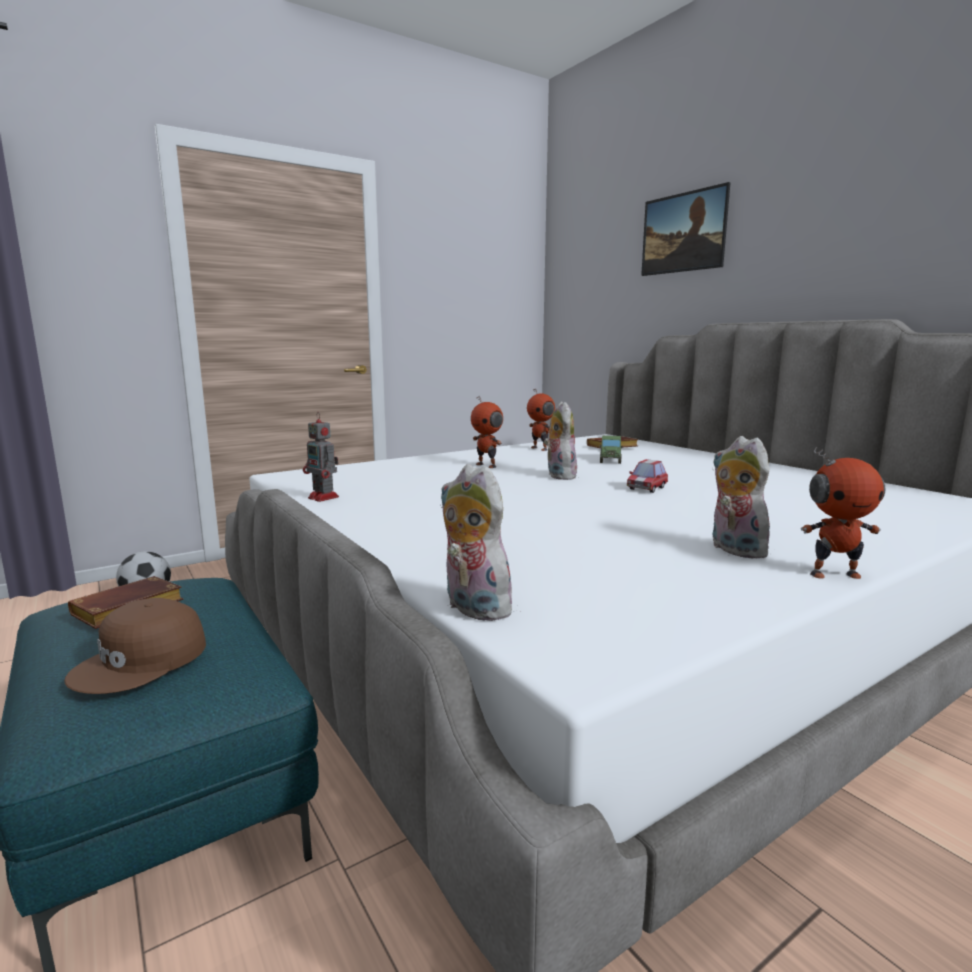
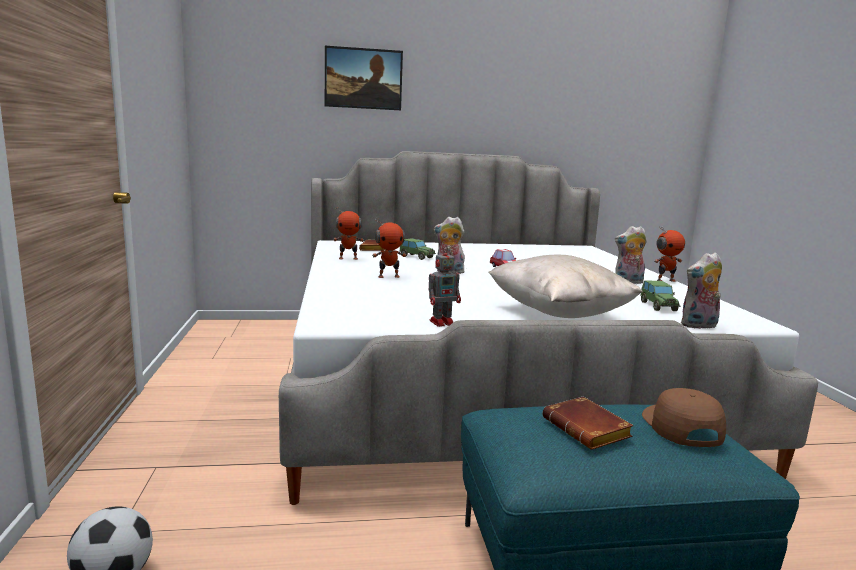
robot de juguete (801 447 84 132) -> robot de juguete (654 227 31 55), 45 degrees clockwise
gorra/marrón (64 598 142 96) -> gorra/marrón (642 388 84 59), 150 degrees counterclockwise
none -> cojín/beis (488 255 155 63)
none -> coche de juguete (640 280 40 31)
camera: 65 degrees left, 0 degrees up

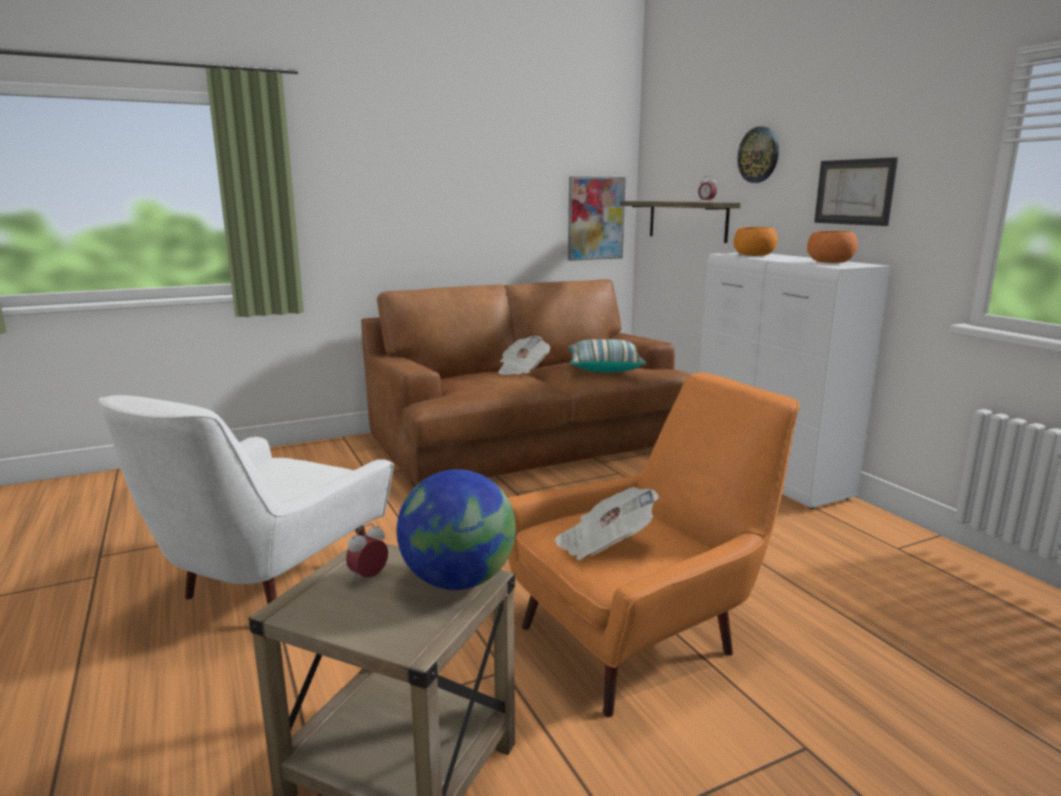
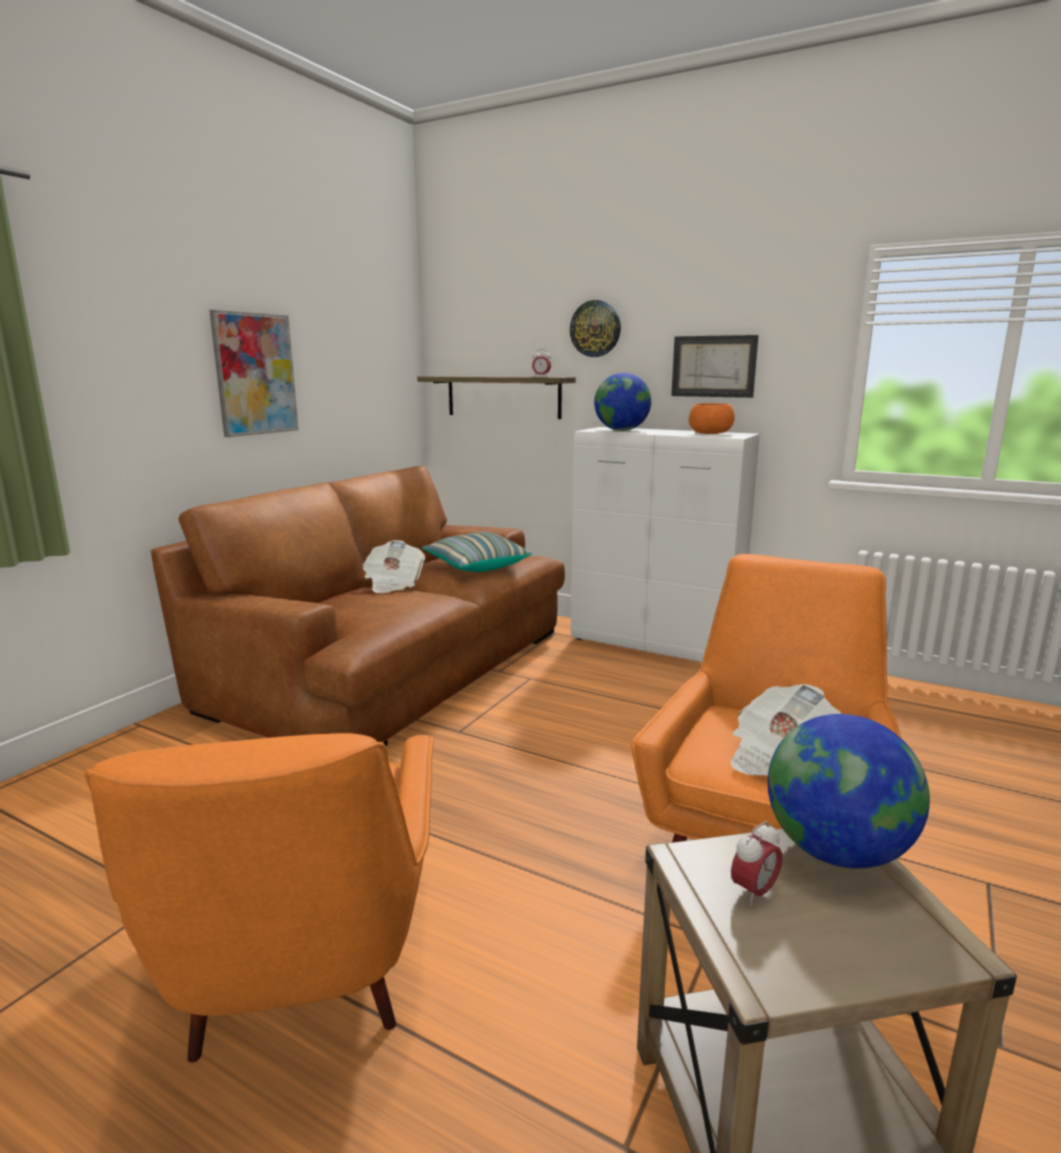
cuadro (568 176 58 85) -> cuadro (209 310 89 127), move
cuenco/naranja (733 227 45 29) -> globo terráqueo (594 373 57 58)
sillón/blanco (98 395 296 209) -> sillón/naranja (84 733 350 329)
despertador (346 523 42 58) -> despertador (731 821 51 85), 135 degrees counterclockwise
camera: 35 degrees left, 0 degrees up

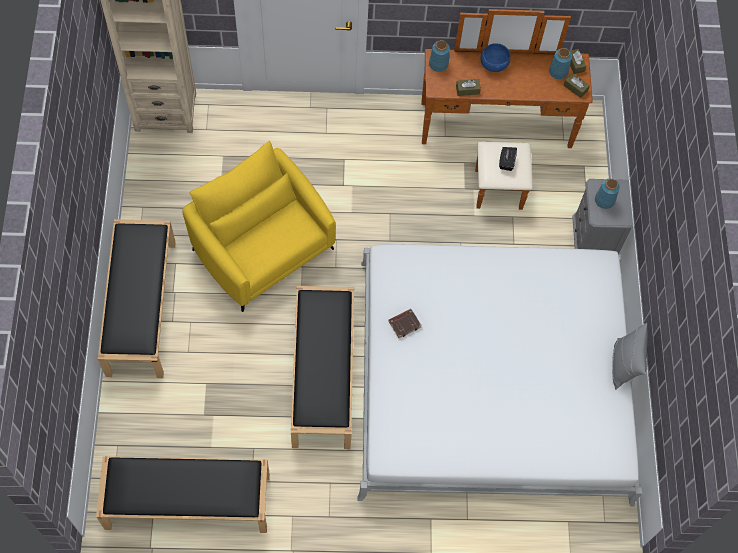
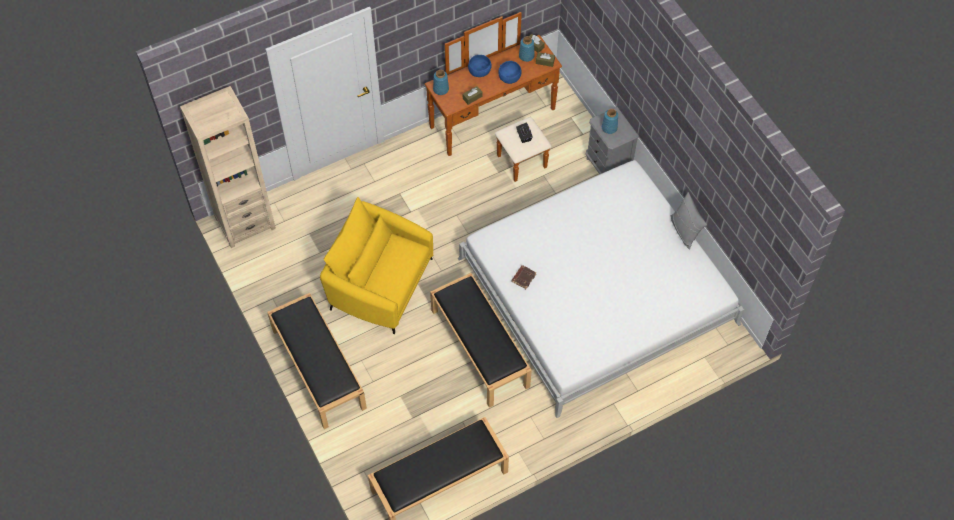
none -> cuenco/azul (498 61 24 23)
camera: 25 degrees left, 5 degrees down

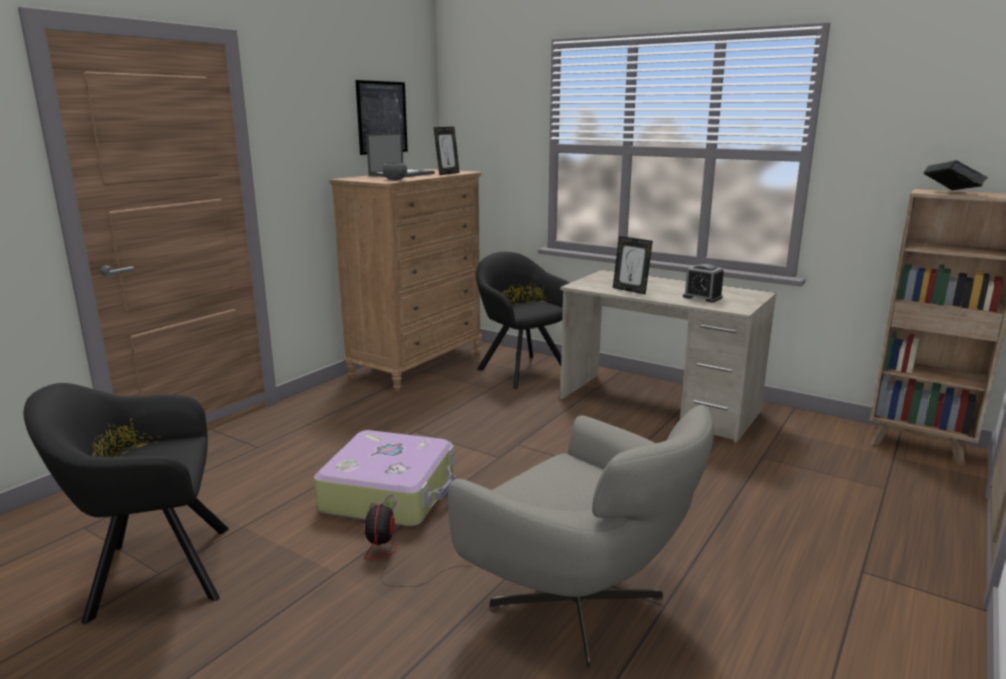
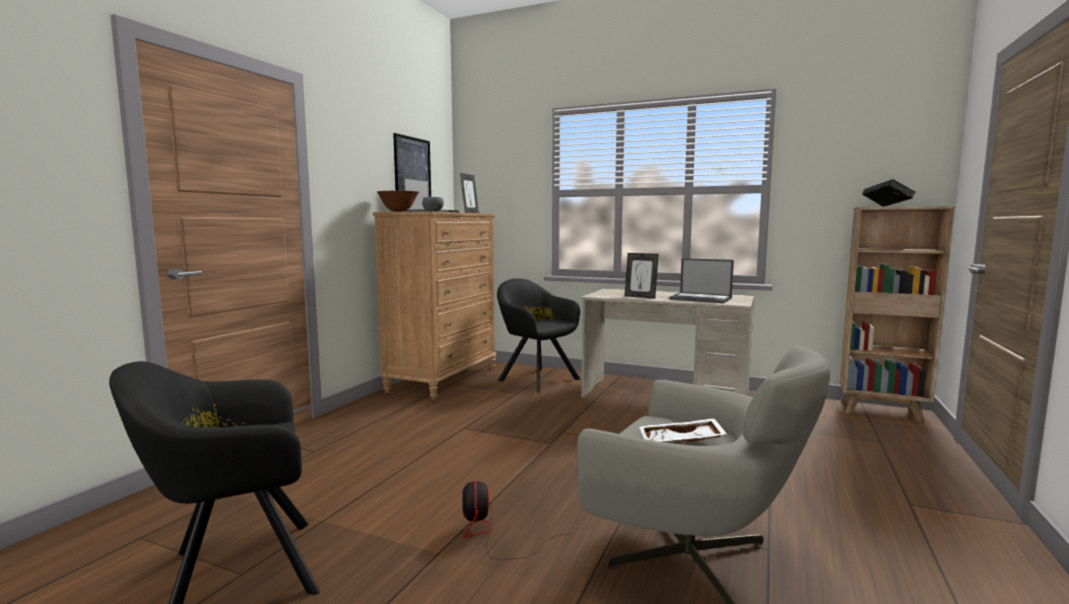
despertador (683 264 41 38) -> portátil (670 258 64 45)
maleta (314 430 141 97) -> none
none -> cuenco/marrón (377 191 42 21)
none -> bandeja/blanco (639 418 88 24)
camera: 10 degrees left, 10 degrees down

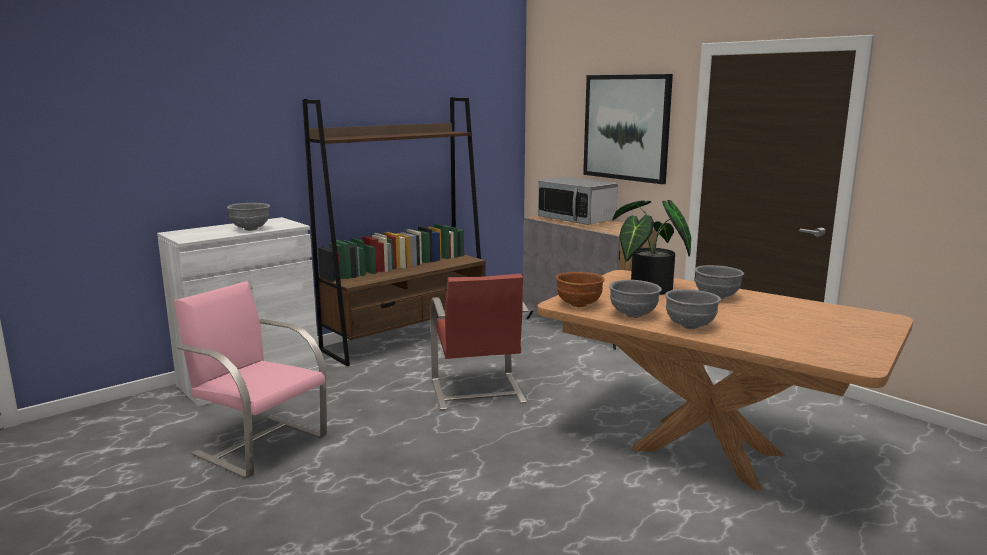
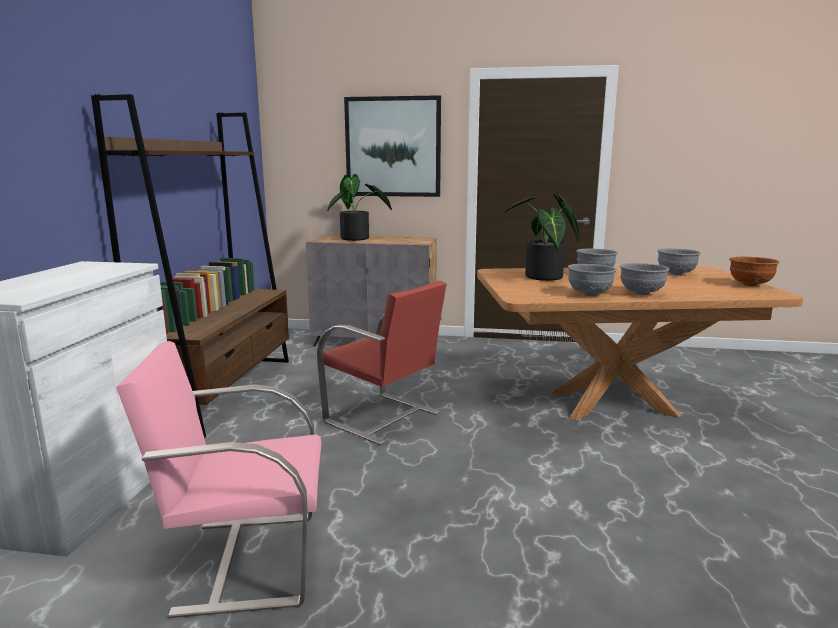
microondas (538 177 80 48) -> planta en maceta (328 174 64 67)
cuenco/gris (227 203 43 28) -> cuenco/gris (657 248 44 28), move
cuenco/marrón (555 272 50 35) -> cuenco/marrón (729 257 50 29), move
camera: 40 degrees left, 0 degrees up

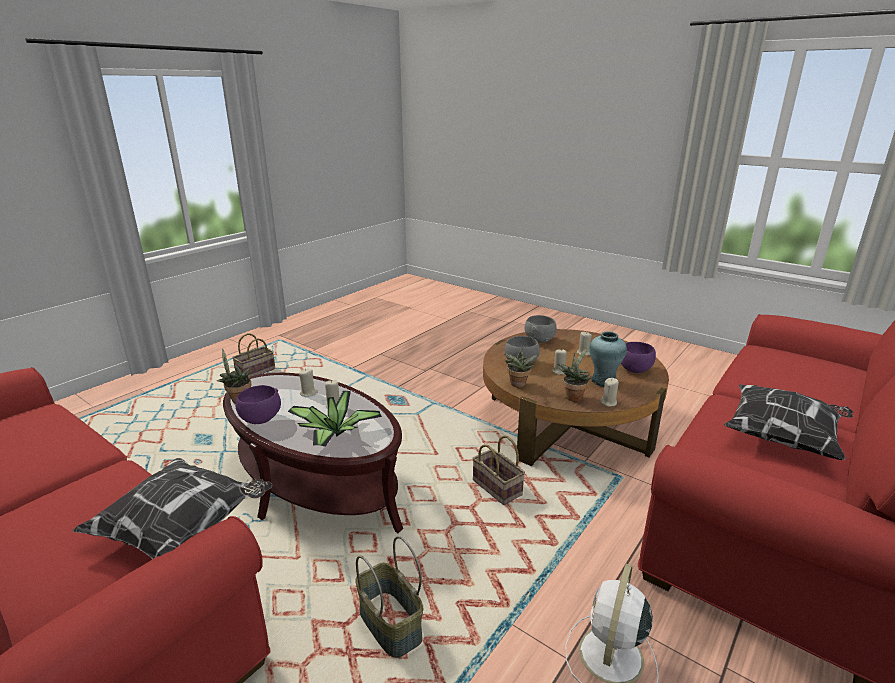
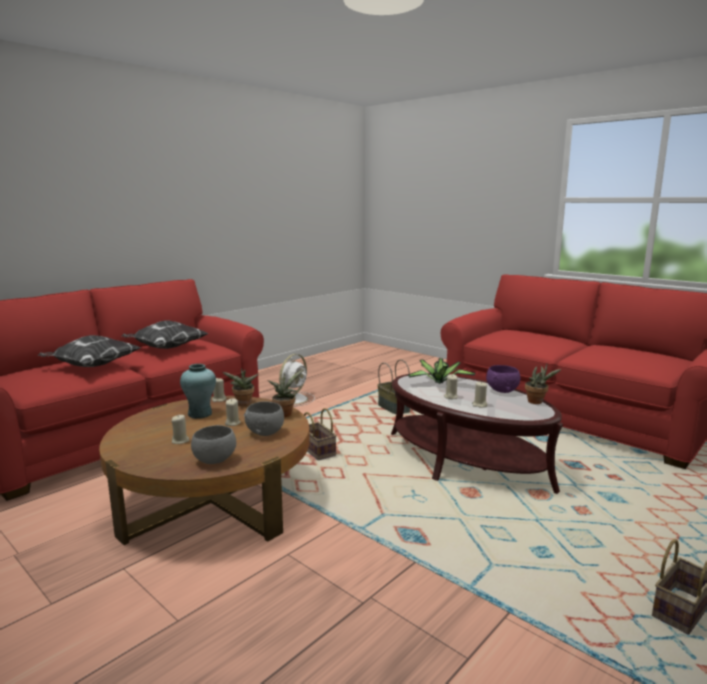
cuenco/morado (621 342 35 31) -> none
cojín (72 458 200 101) -> cojín (38 335 103 32), move
camera: 175 degrees left, 10 degrees down

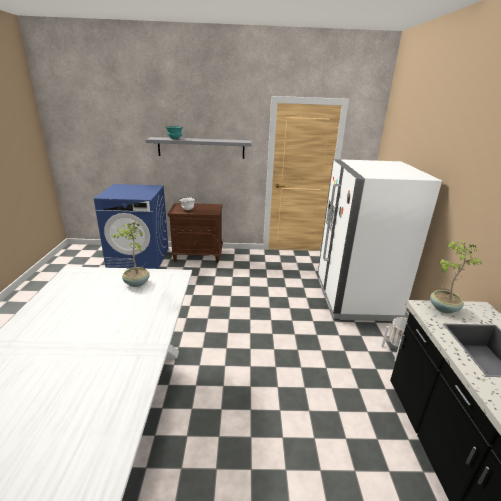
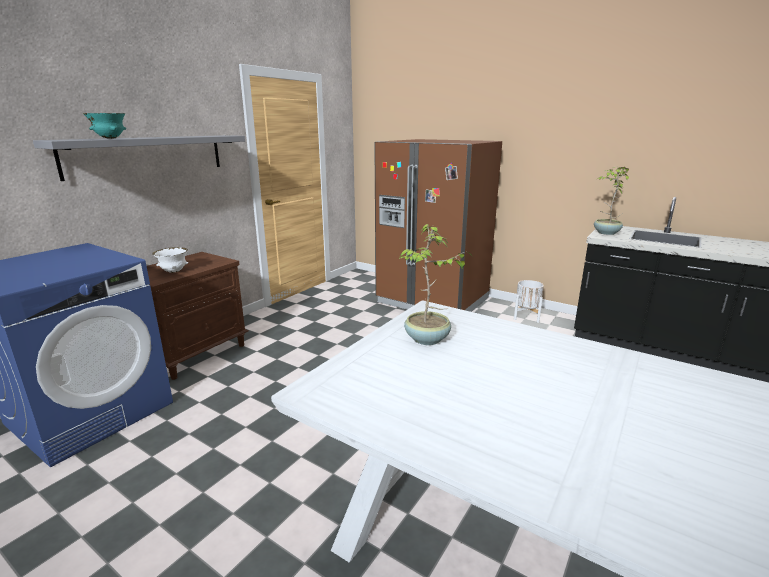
nevera/blanco (318 159 124 162) -> nevera/marrón (374 139 128 173)
camera: 55 degrees left, 5 degrees down

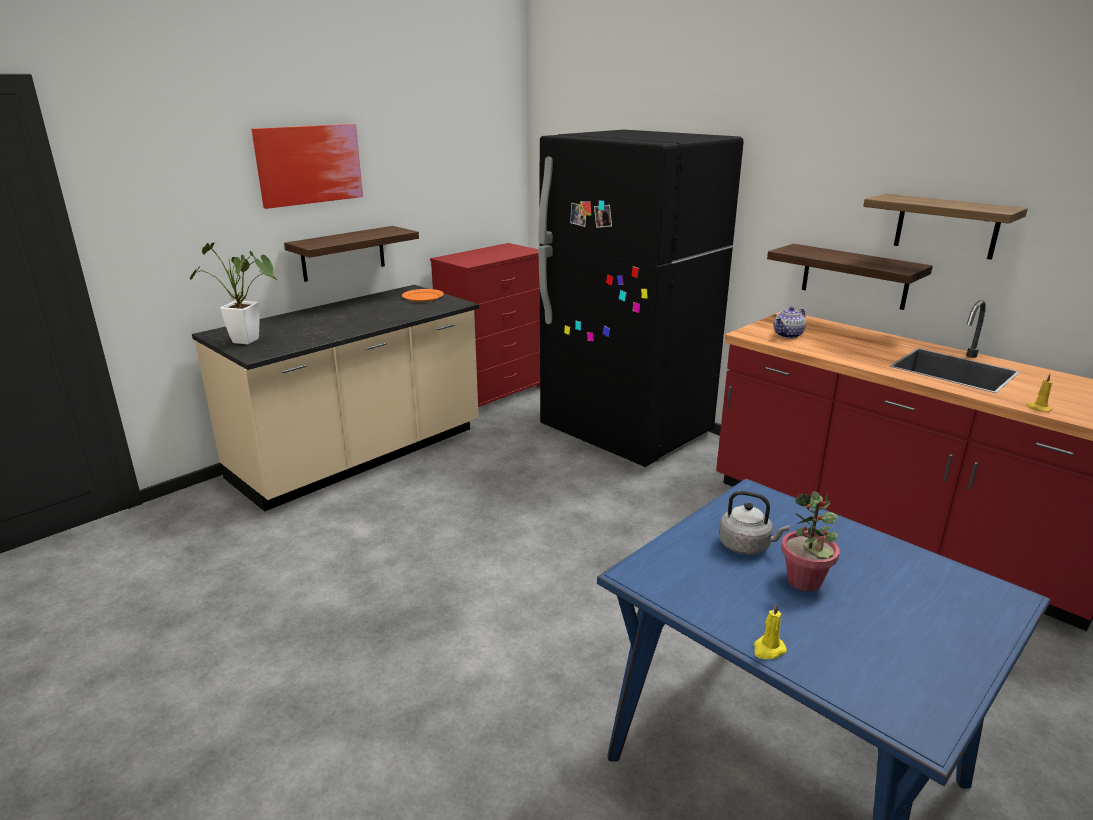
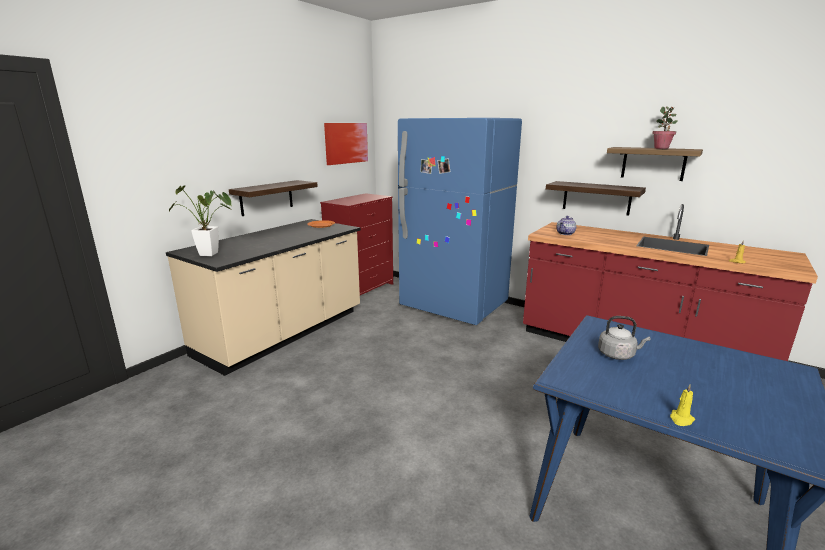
cuadro (252 124 111 85) -> cuadro (324 123 44 42), move
nevera/negro (538 130 206 337) -> nevera/azul (398 118 124 207)
planta en maceta (781 491 58 101) -> planta en maceta (652 106 26 43), move
camera: 10 degrees left, 5 degrees down

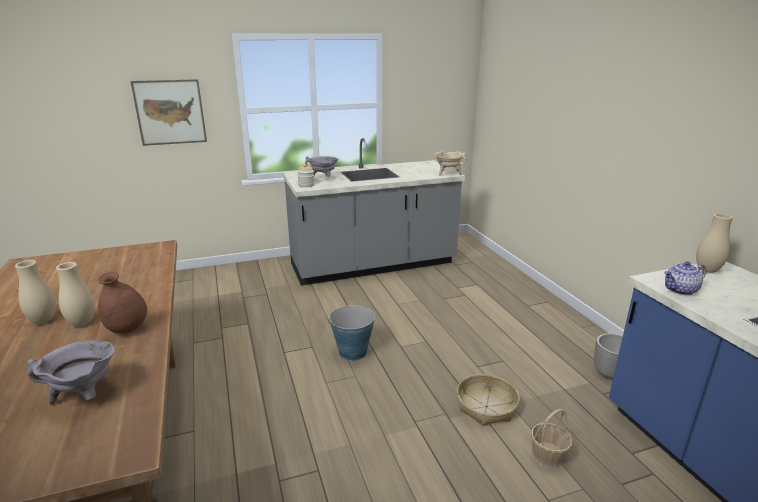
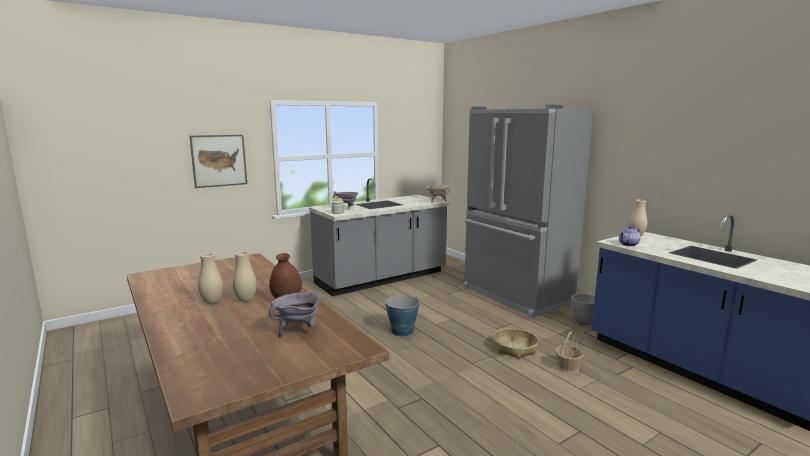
none -> nevera/gris (463 105 130 213)
camera: 15 degrees left, 10 degrees down

